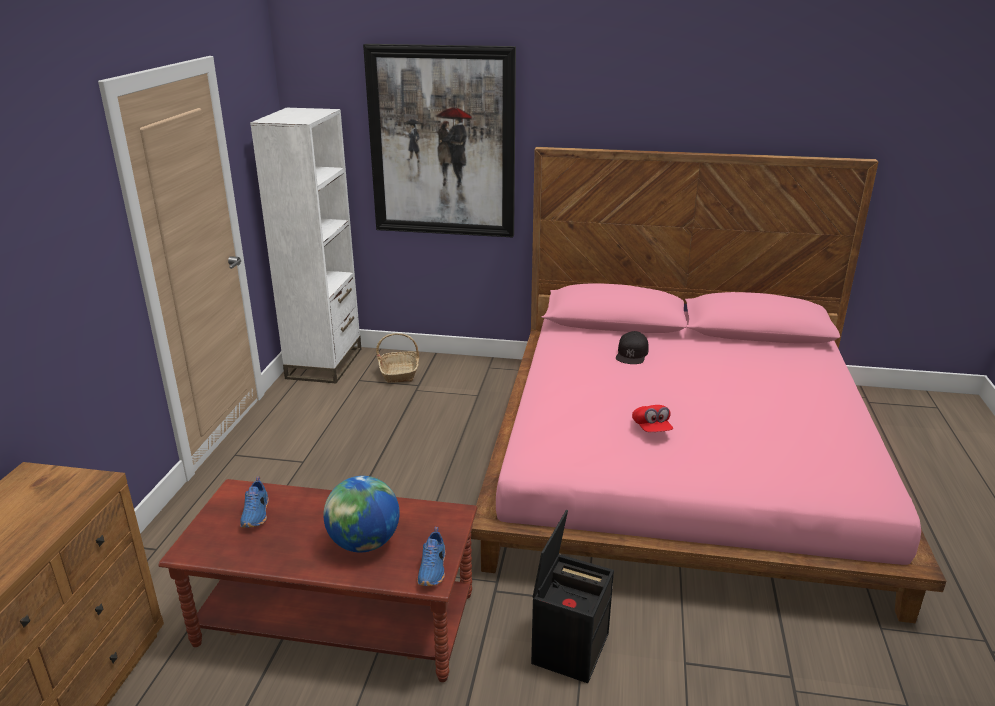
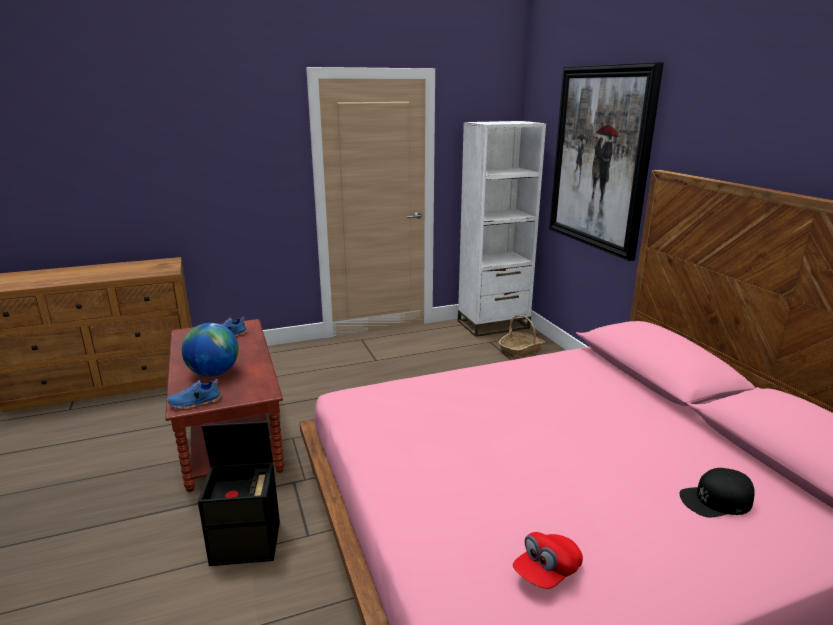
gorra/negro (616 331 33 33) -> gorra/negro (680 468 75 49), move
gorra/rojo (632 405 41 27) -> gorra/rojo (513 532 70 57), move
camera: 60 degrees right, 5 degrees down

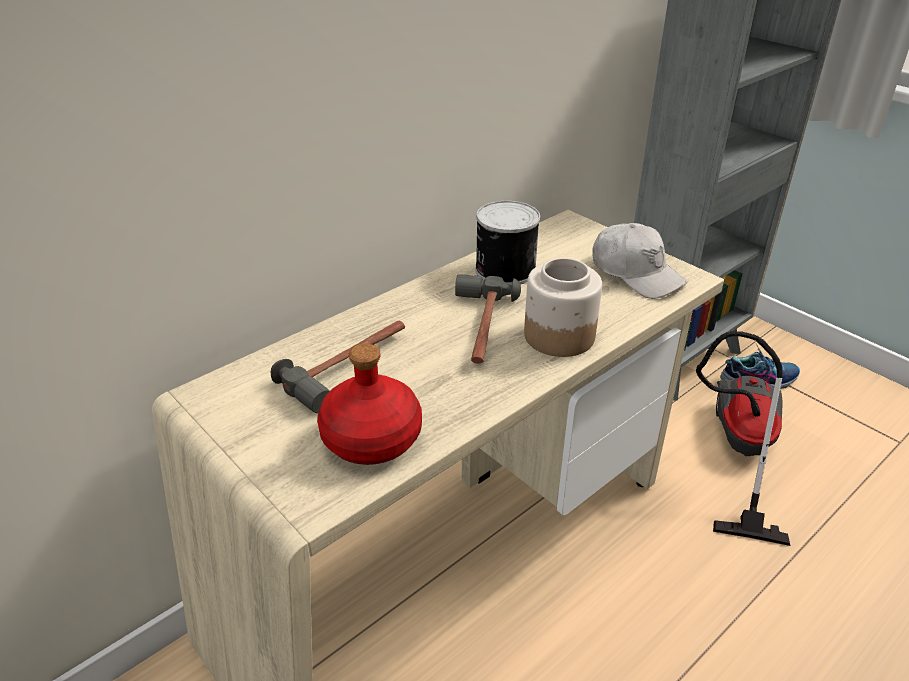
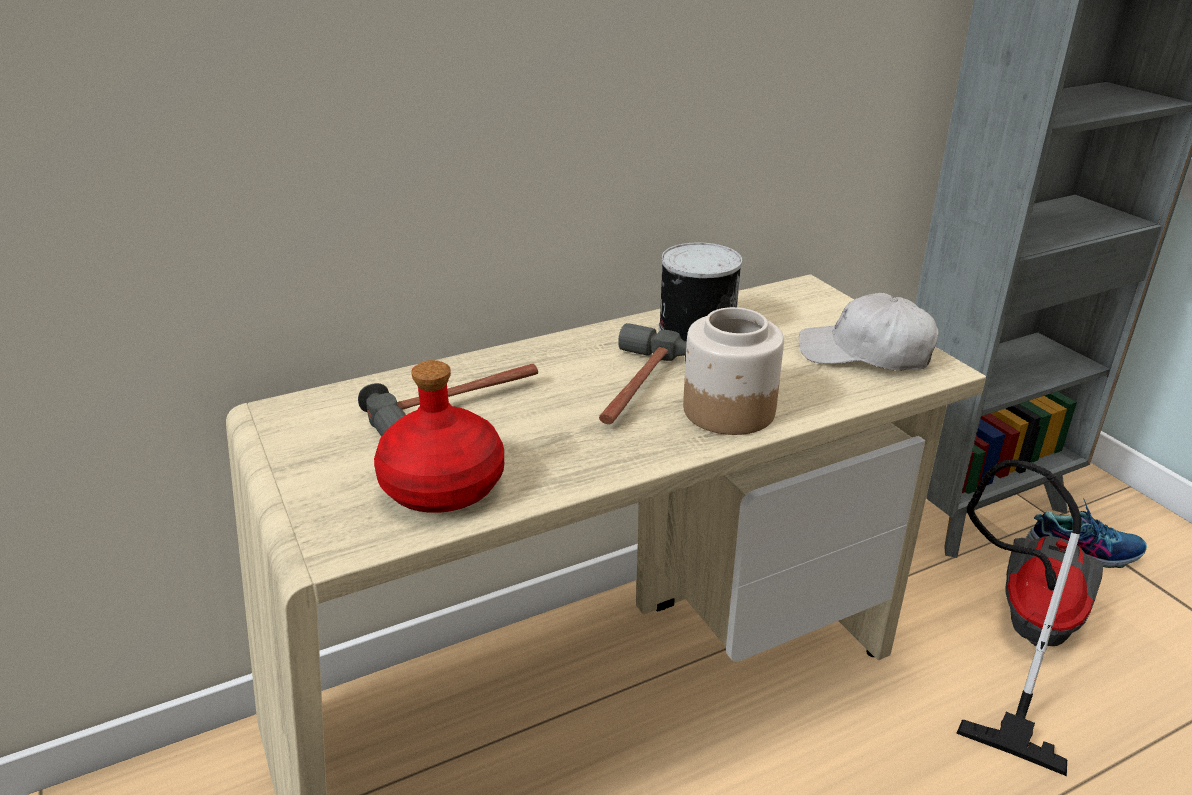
gorra/blanco (592 223 96 76) -> gorra/blanco (799 293 140 78), 135 degrees clockwise
camera: 15 degrees right, 5 degrees down

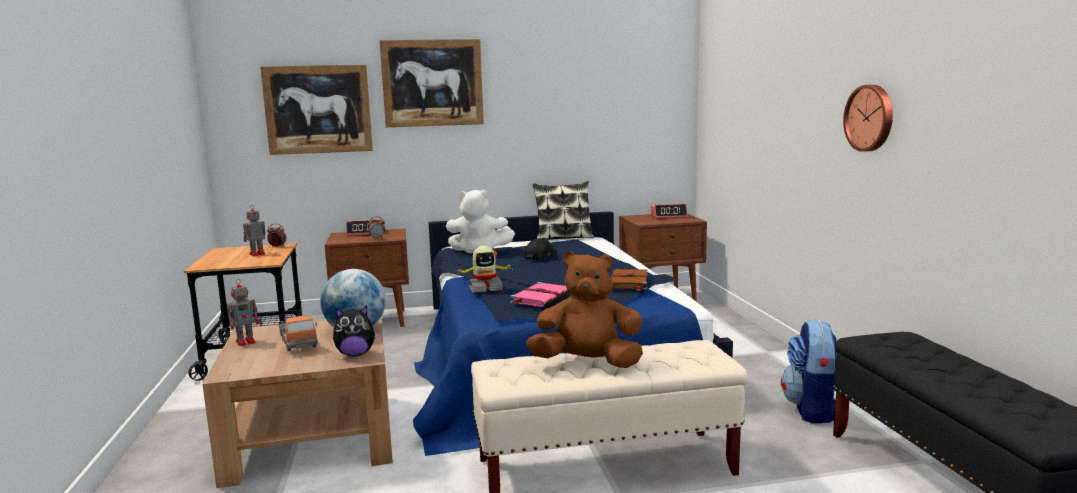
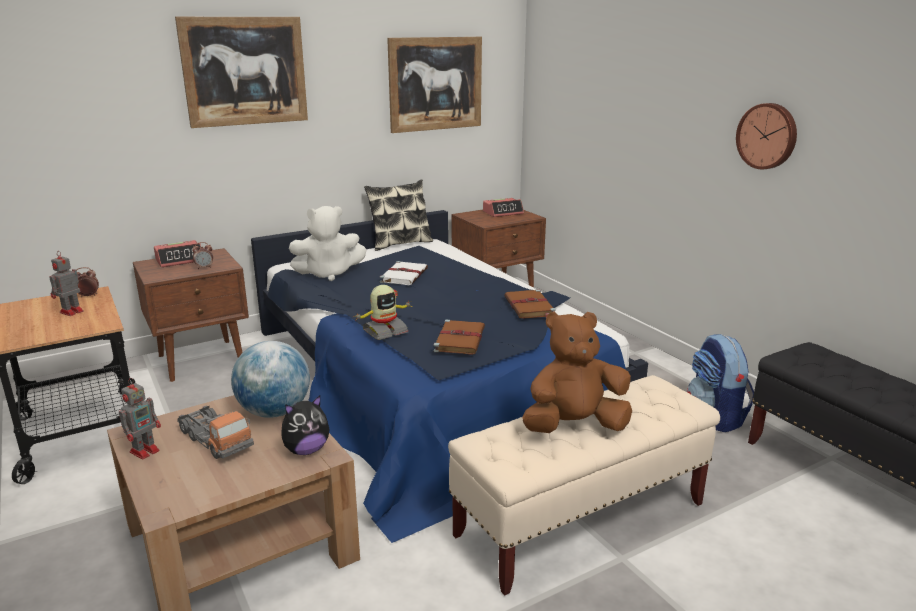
cuadro (260 65 113 90) -> cuadro (387 37 95 96), move
gorra/negro (524 238 33 22) -> libro/blanco (380 261 48 24)
libro/rosa (510 282 60 25) -> libro/marrón (433 320 52 35)
camera: 20 degrees left, 10 degrees up

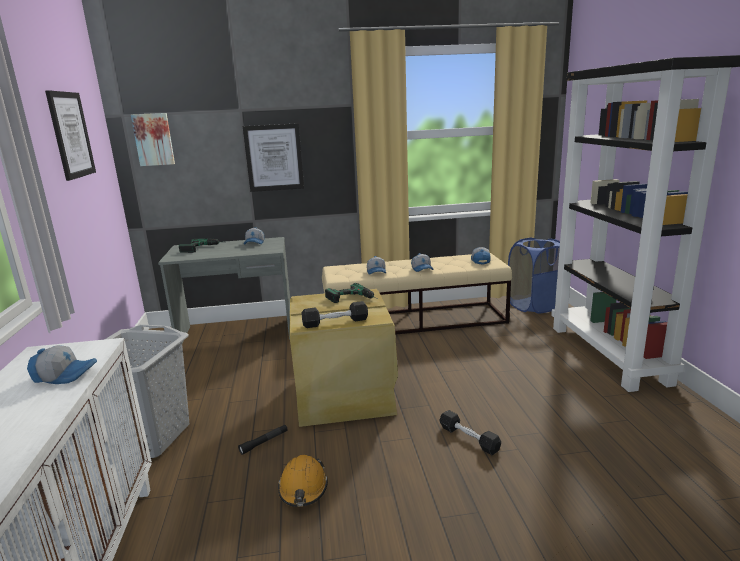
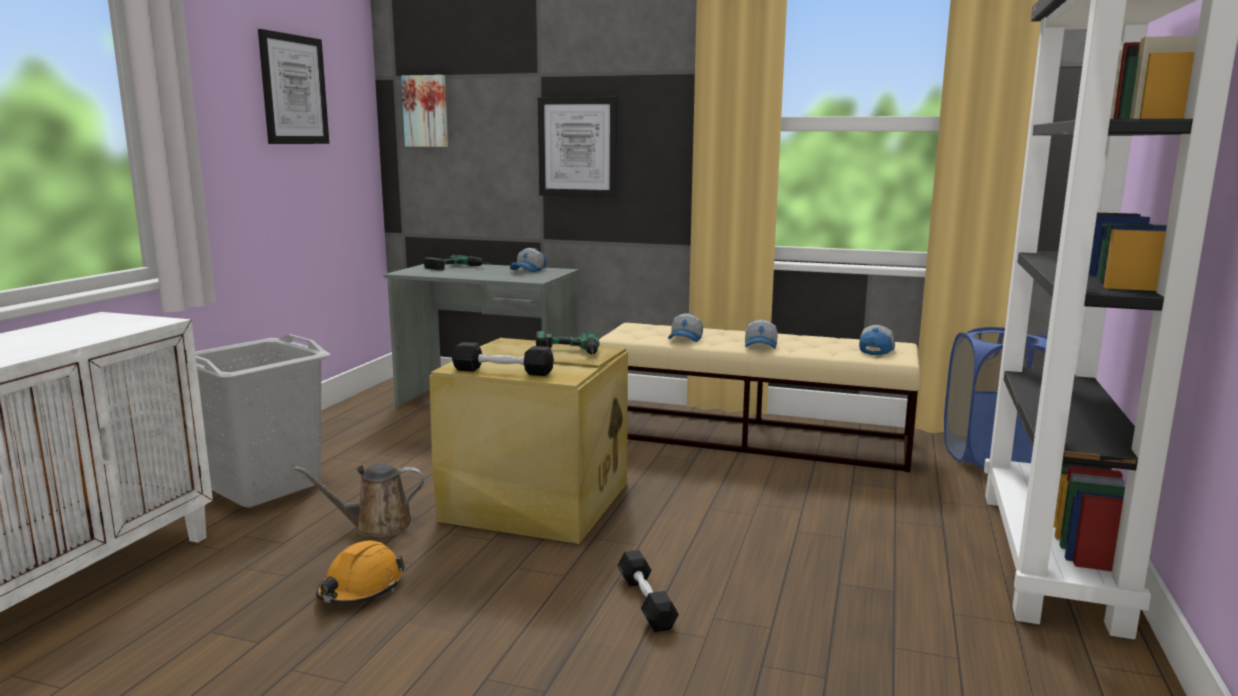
gorra (27 345 70 39) -> none
linterna/negro (238 425 50 30) -> regadera/marrón (294 464 130 73)
camera: 25 degrees right, 5 degrees down

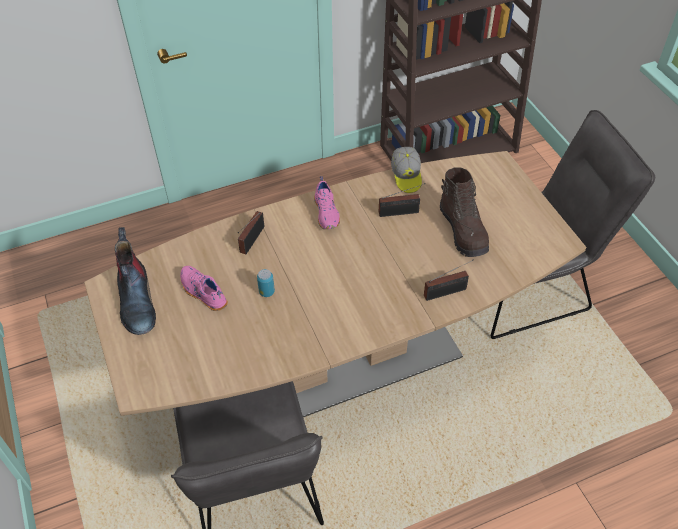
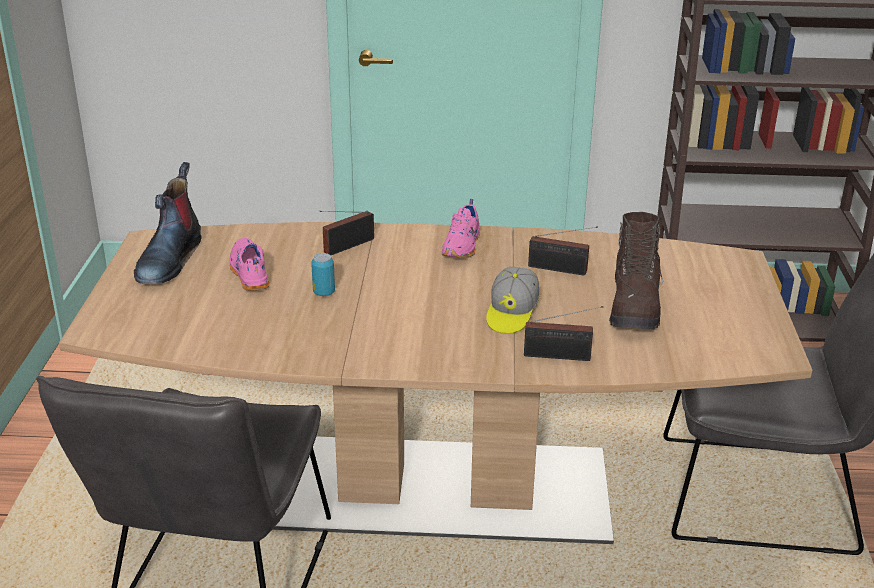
gorra (391 147 31 46) -> gorra (486 267 54 67), move
camera: 25 degrees right, 20 degrees down

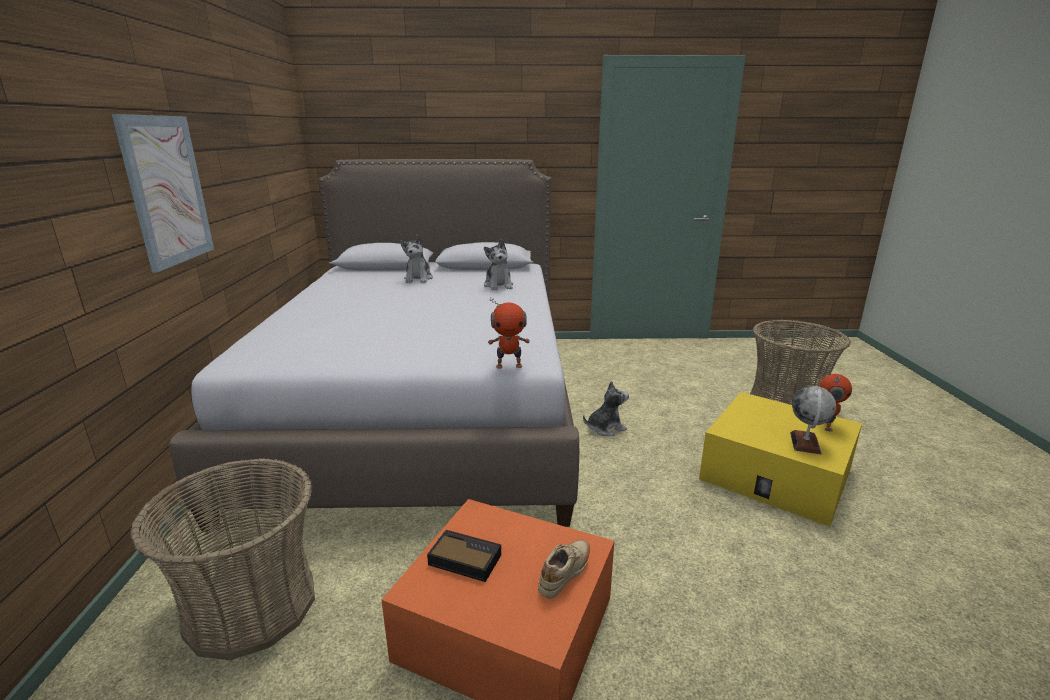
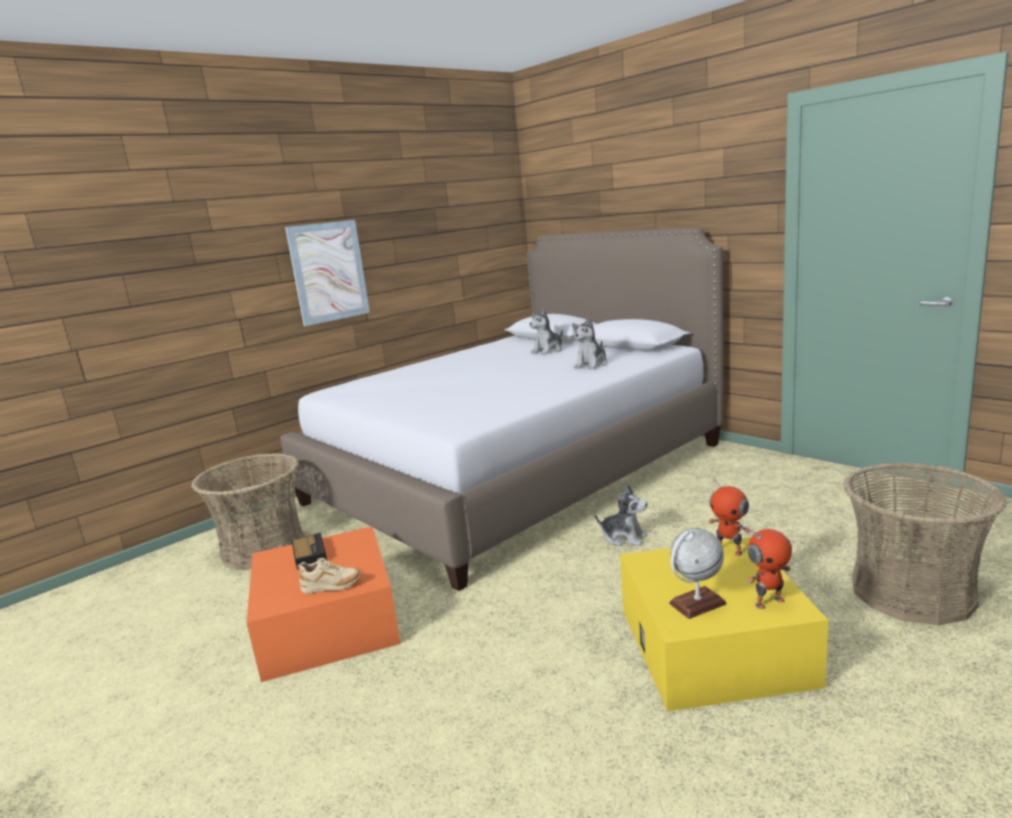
robot de juguete (488 297 42 72) -> robot de juguete (708 477 43 79), move
camera: 50 degrees right, 5 degrees down

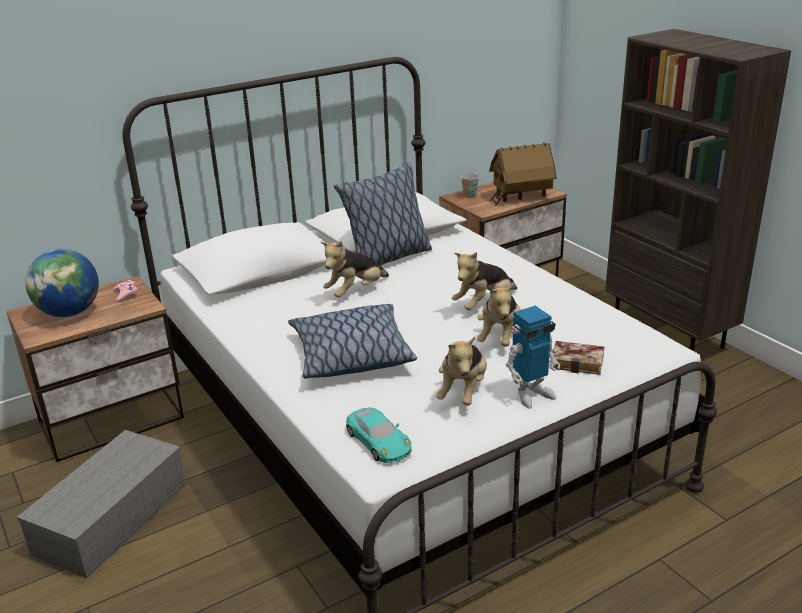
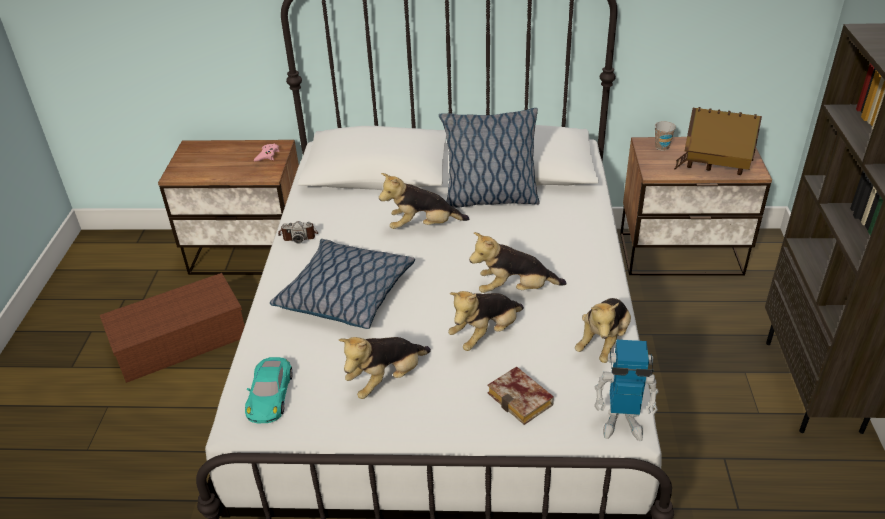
globo terráqueo (25 249 74 68) -> none
robot de juguete (506 305 54 104) -> robot de juguete (594 340 65 101), move
caja de almacenaje/gris (17 430 169 148) -> caja de almacenaje/marrón (100 273 145 110)
none -> cámara (278 221 40 23)
none -> peluche (575 298 56 65)
camera: 35 degrees right, 10 degrees up

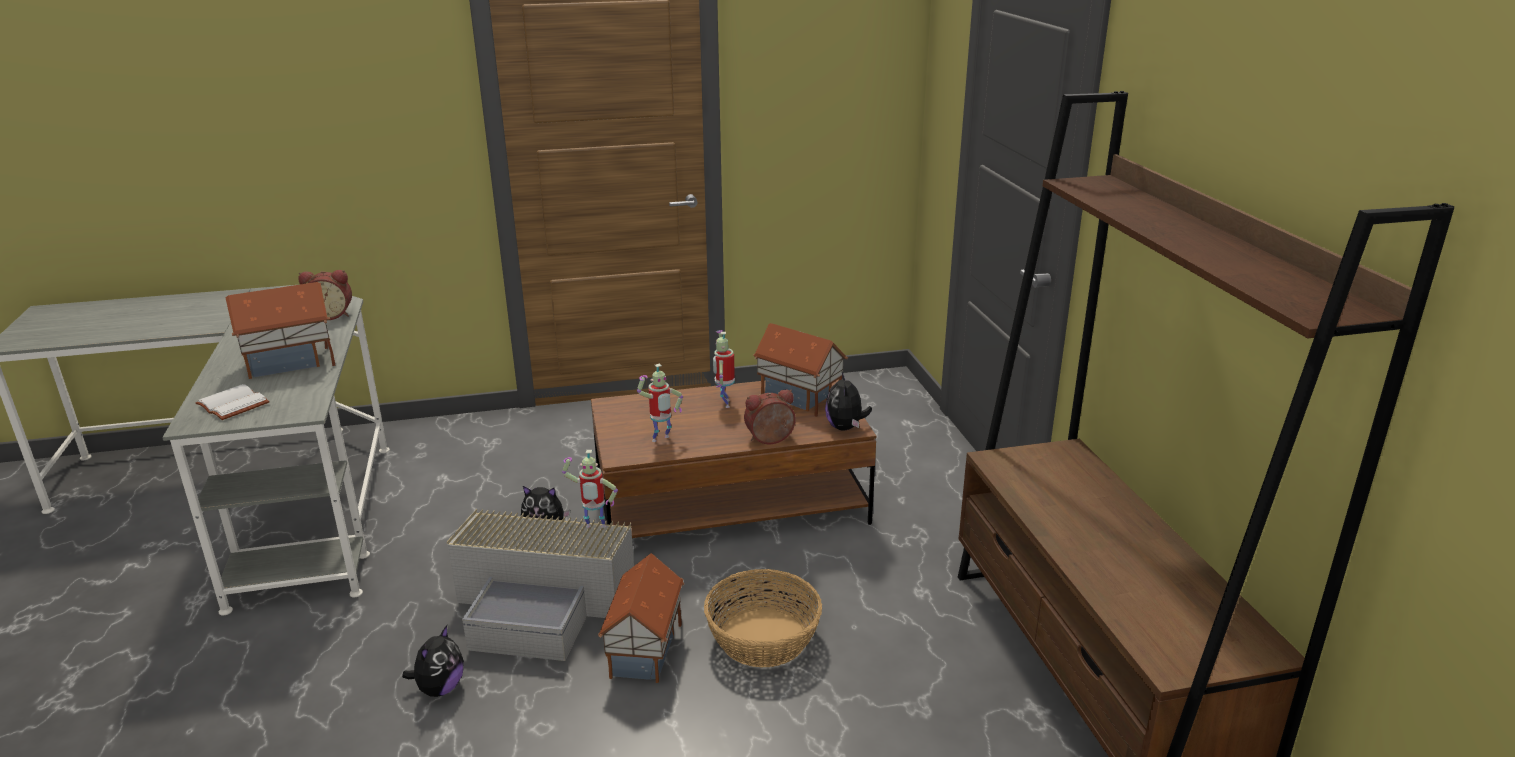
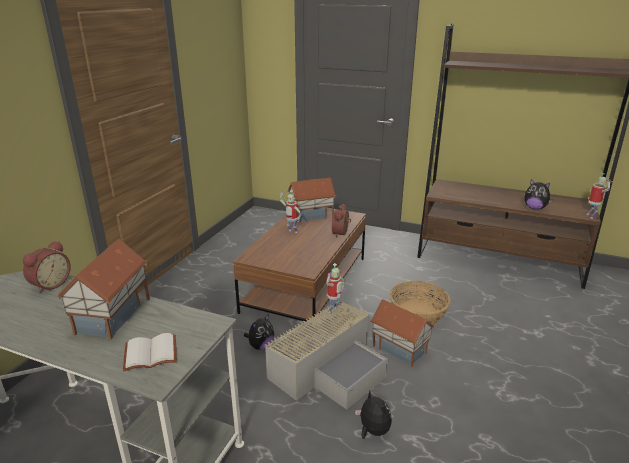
robot de juguete (637 364 46 78) -> robot de juguete (587 173 26 46), move
peluche (825 372 47 59) -> peluche (524 179 29 31), move
camera: 55 degrees left, 0 degrees up

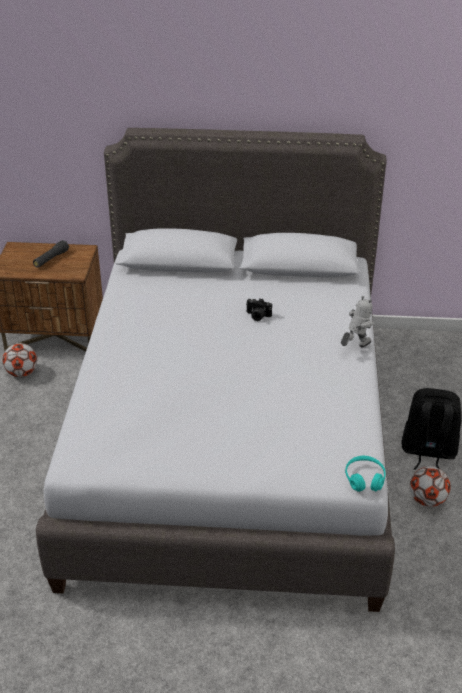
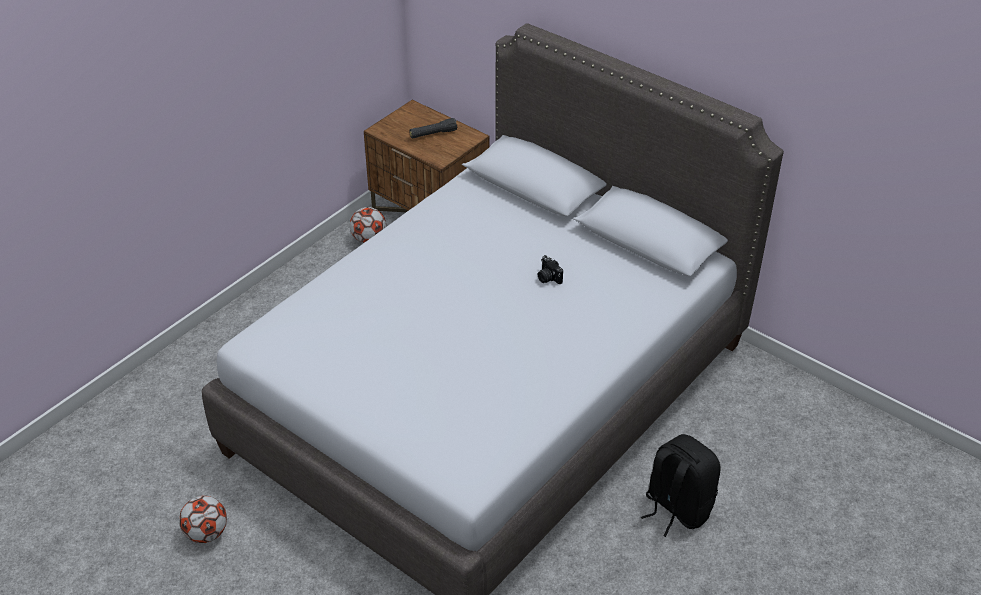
robot de juguete (341 296 32 51) -> none
auriculares/turquesa (345 456 41 36) -> none
balón de fútbol (410 466 41 41) -> balón de fútbol (179 496 48 47), move
camera: 35 degrees right, 5 degrees up

